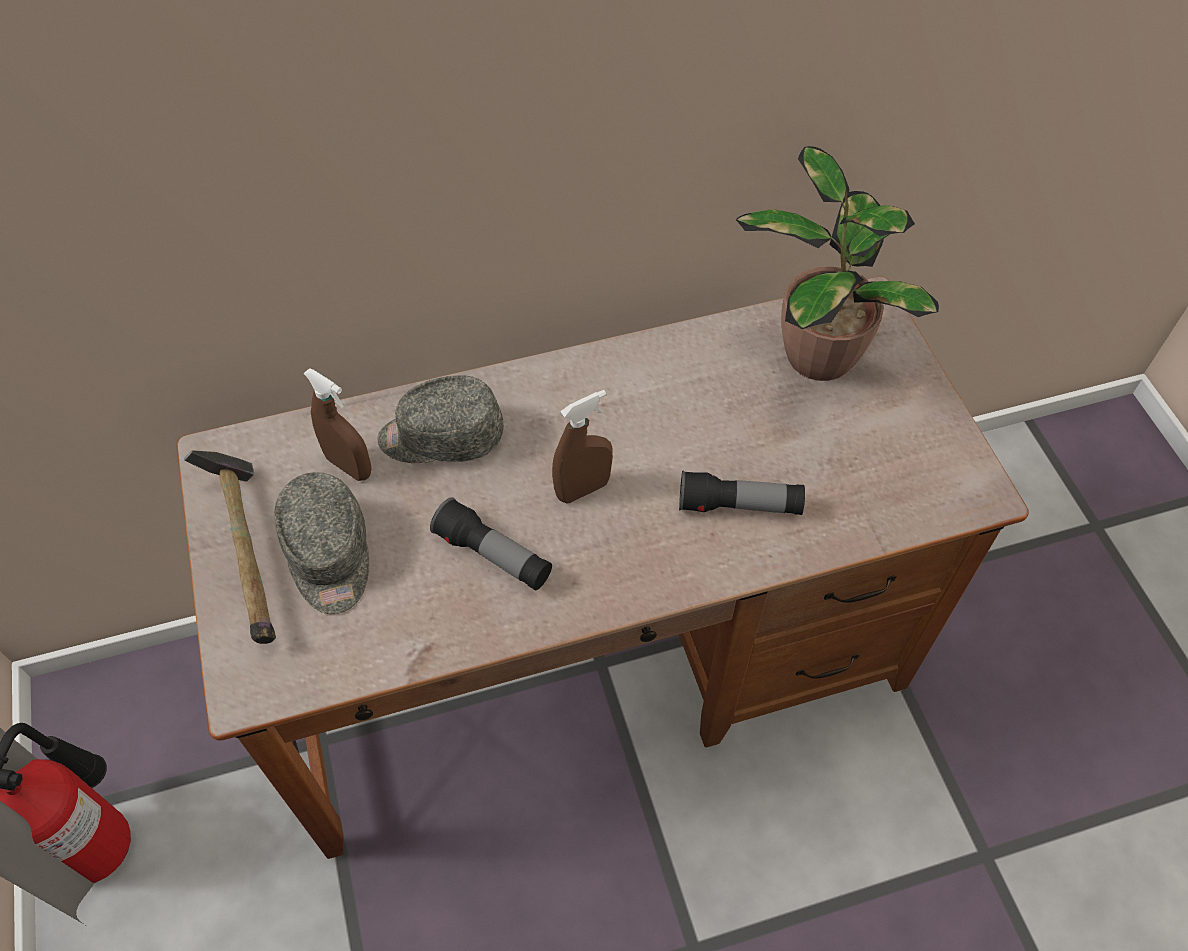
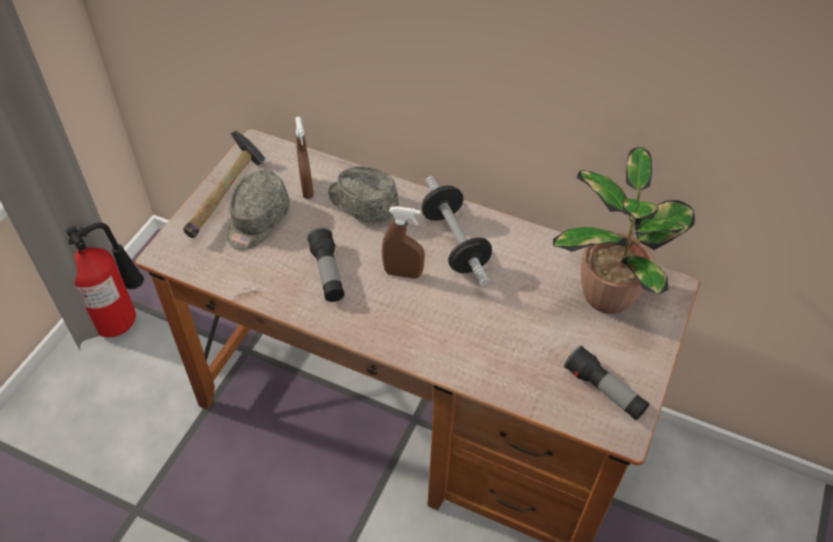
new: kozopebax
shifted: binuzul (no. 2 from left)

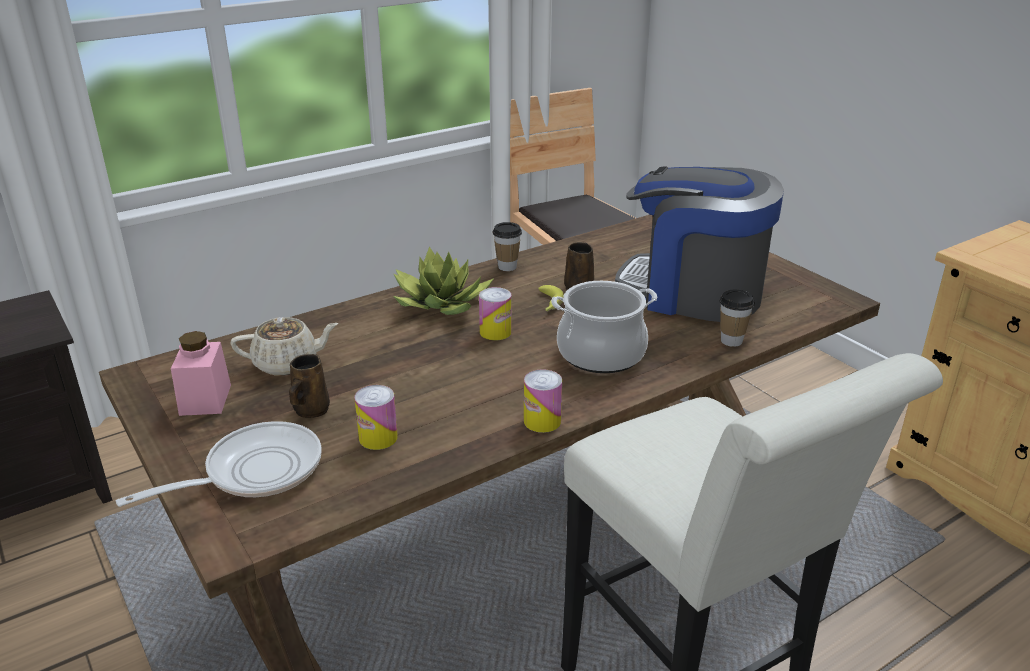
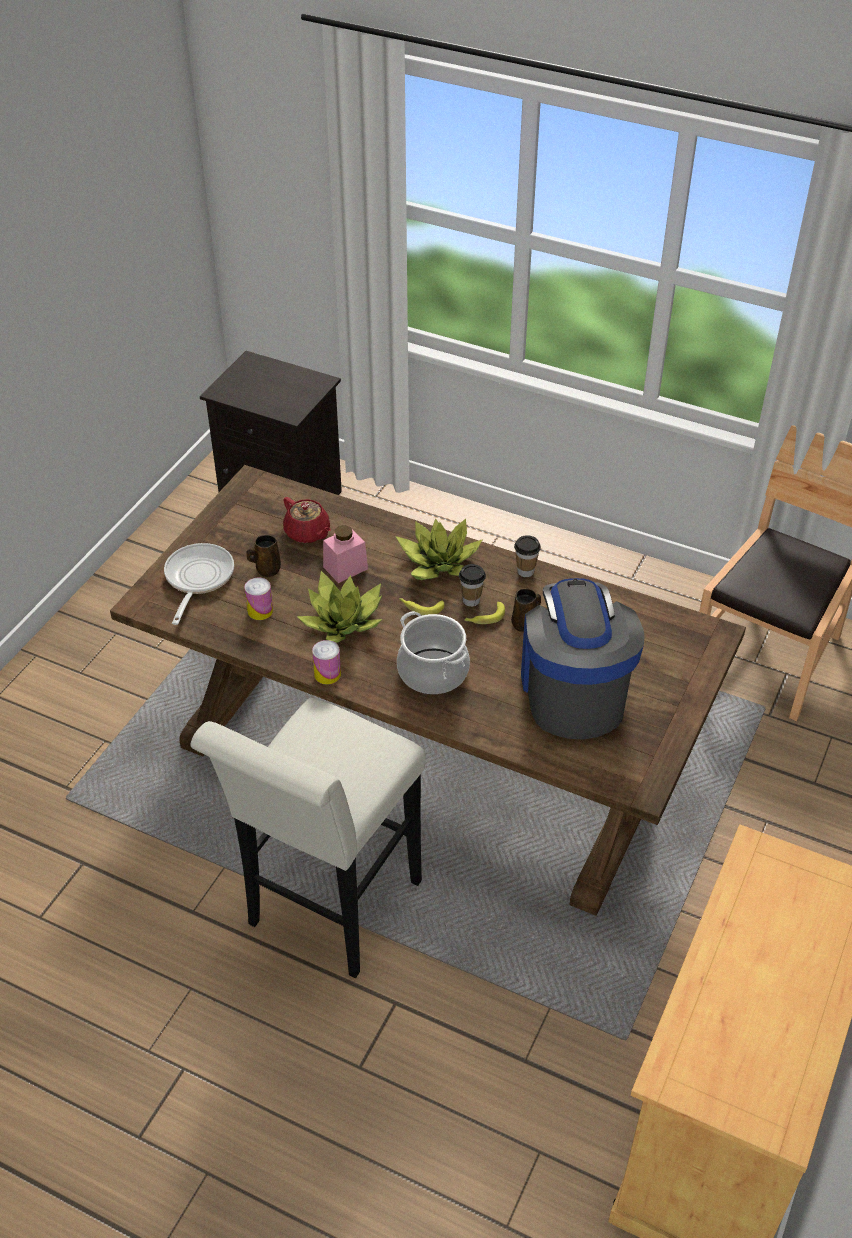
new: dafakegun (no. 1 from left)
shifted: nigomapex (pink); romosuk (no. 2 from left in the first image) to romosuk (no. 1 from left)
swapped: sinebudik (no. 2 from left) to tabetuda (no. 1 from left)
repainted: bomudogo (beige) to bomudogo (red)
rotated: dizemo 105 degrees counterclockwise

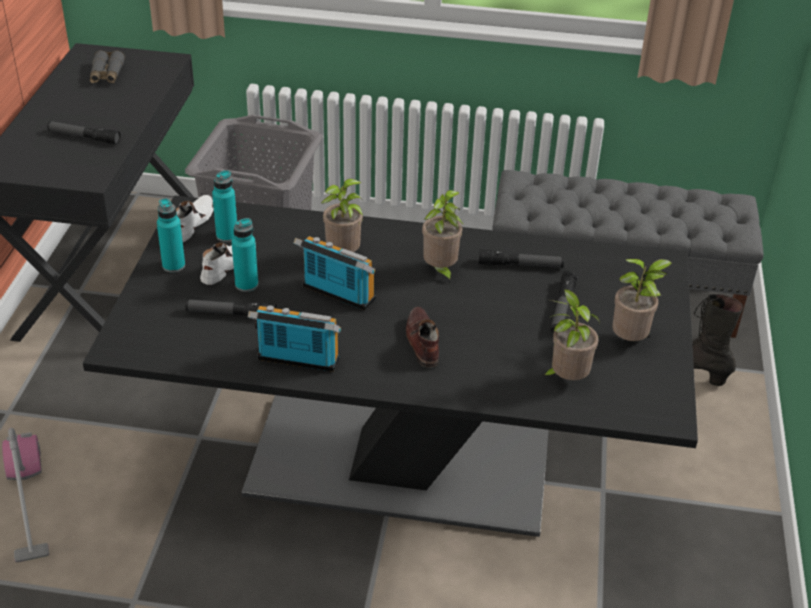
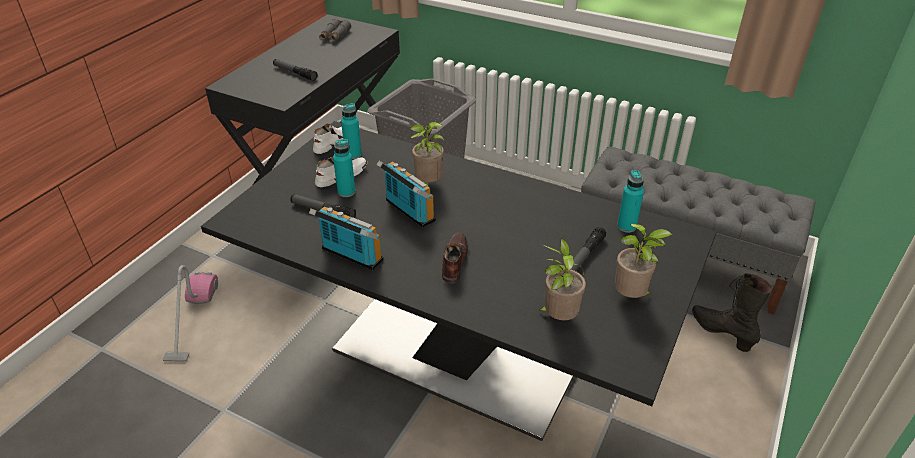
gone: dafakegun (no. 2 from left); binuzul (no. 3 from left)
shifted: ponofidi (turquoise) (no. 1 from left in the first image) to ponofidi (turquoise) (no. 3 from left)

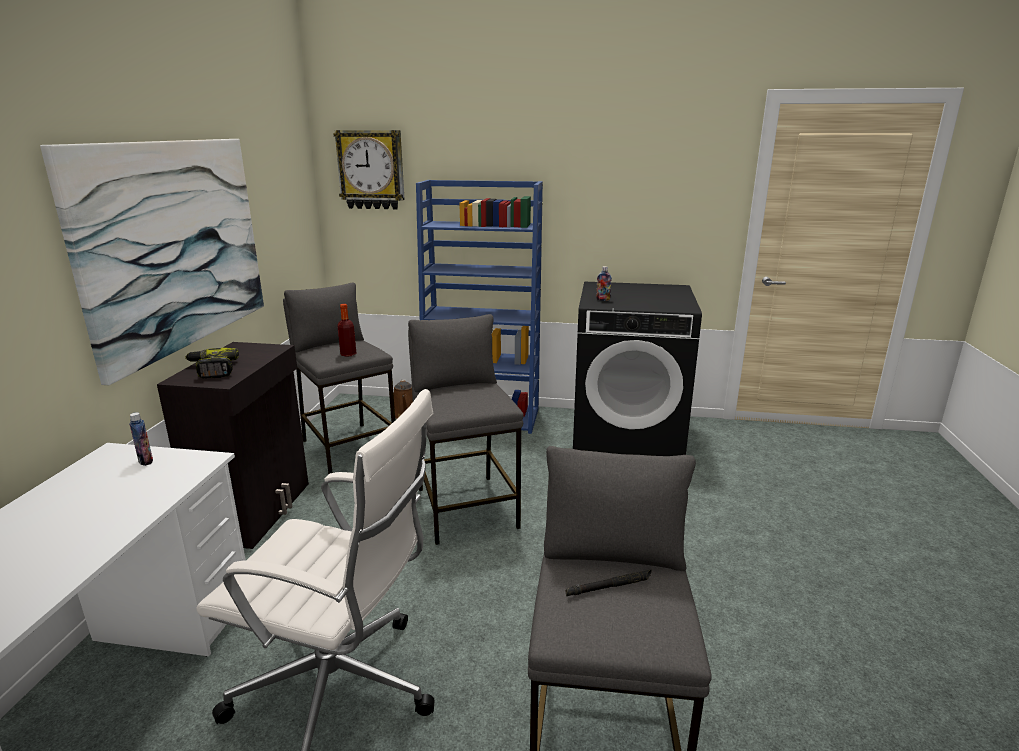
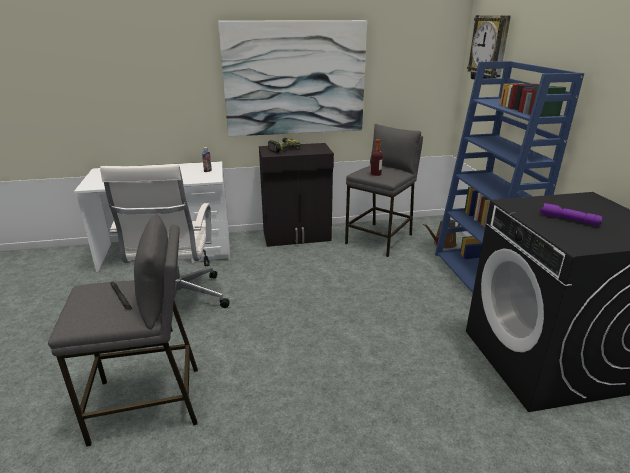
gone: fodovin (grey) (no. 2 from left); ponofidi (no. 3 from left)
new: binuzul (purple)

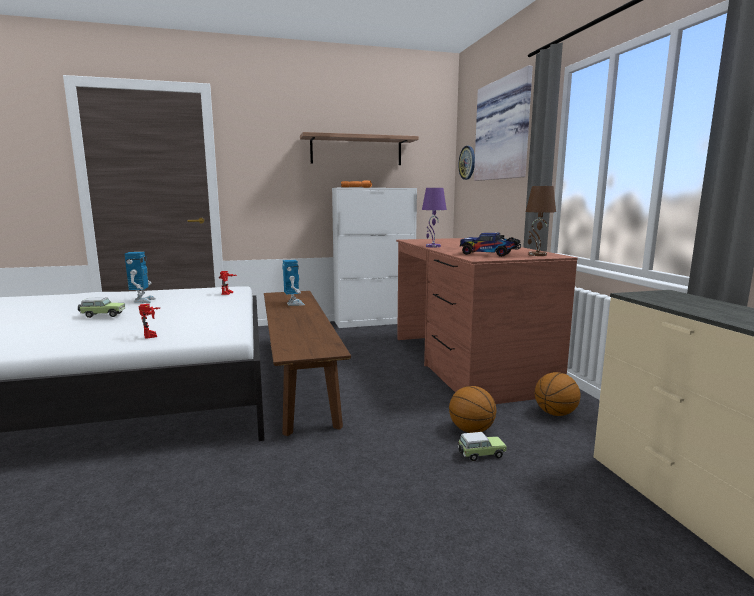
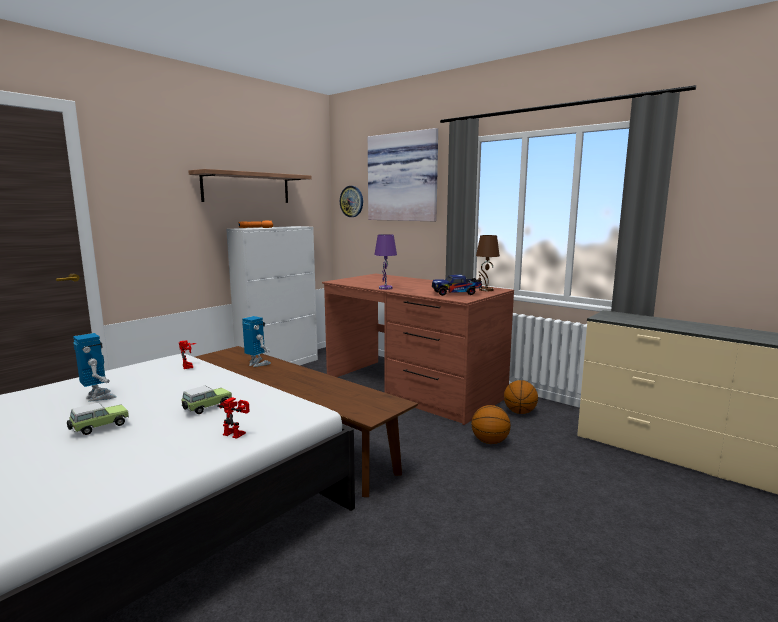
shifted: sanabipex (no. 2 from left)

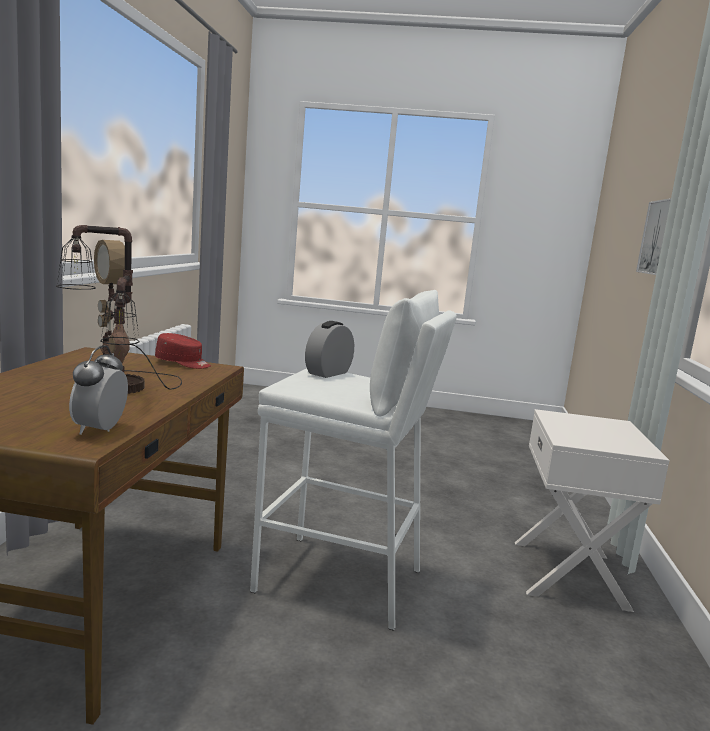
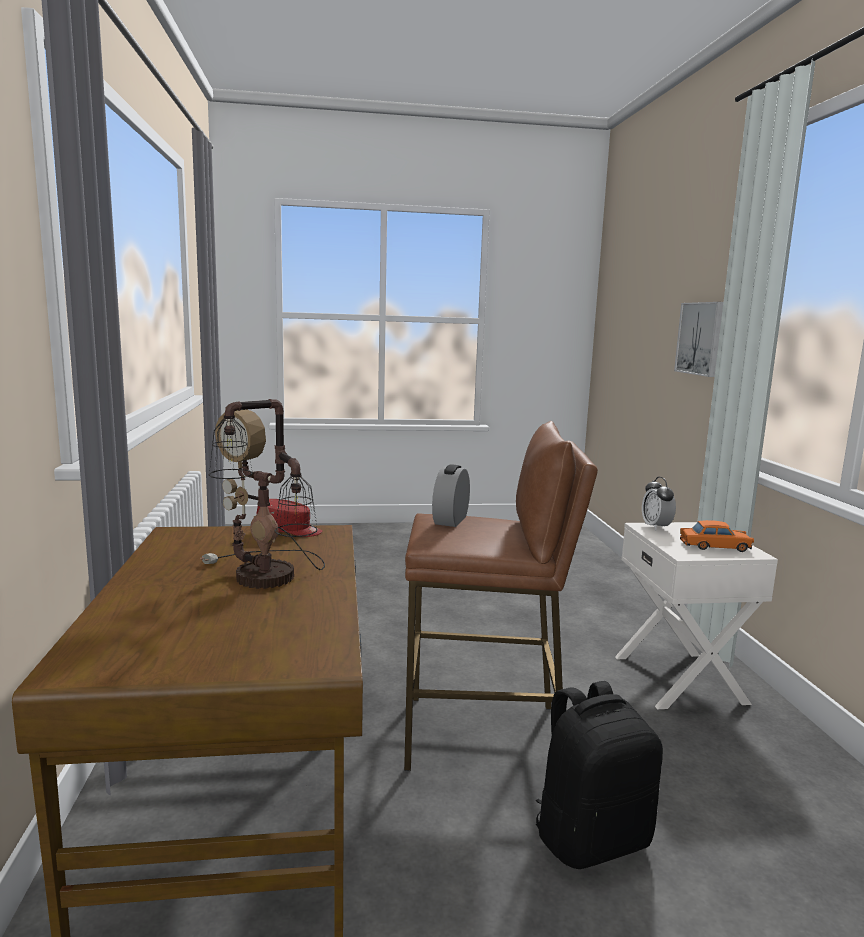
new: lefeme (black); sanabipex (orange)
shifted: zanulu (no. 1 from left in the first image) to zanulu (no. 2 from left)
repainted: fodovin (white) to fodovin (brown)

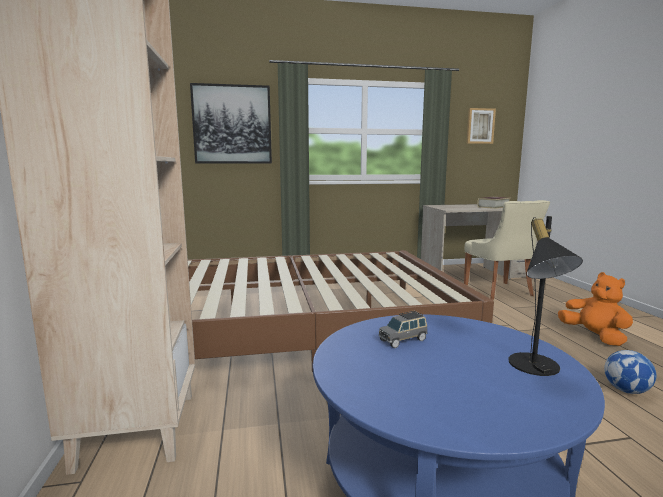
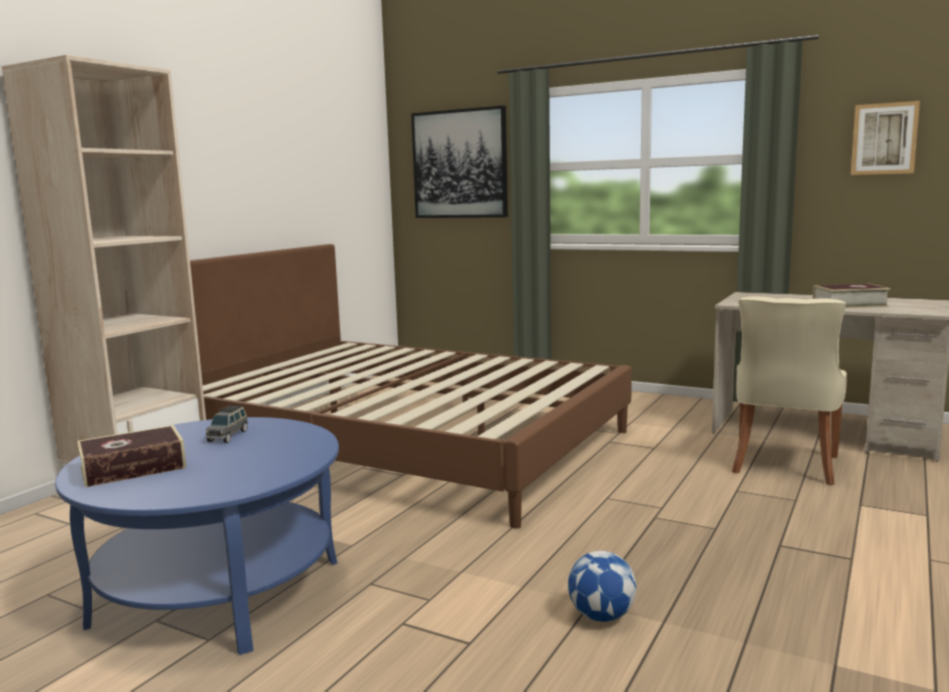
gone: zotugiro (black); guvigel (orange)
new: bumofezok (no. 1 from left)
rotated: sanabipex (grey) 90 degrees counterclockwise

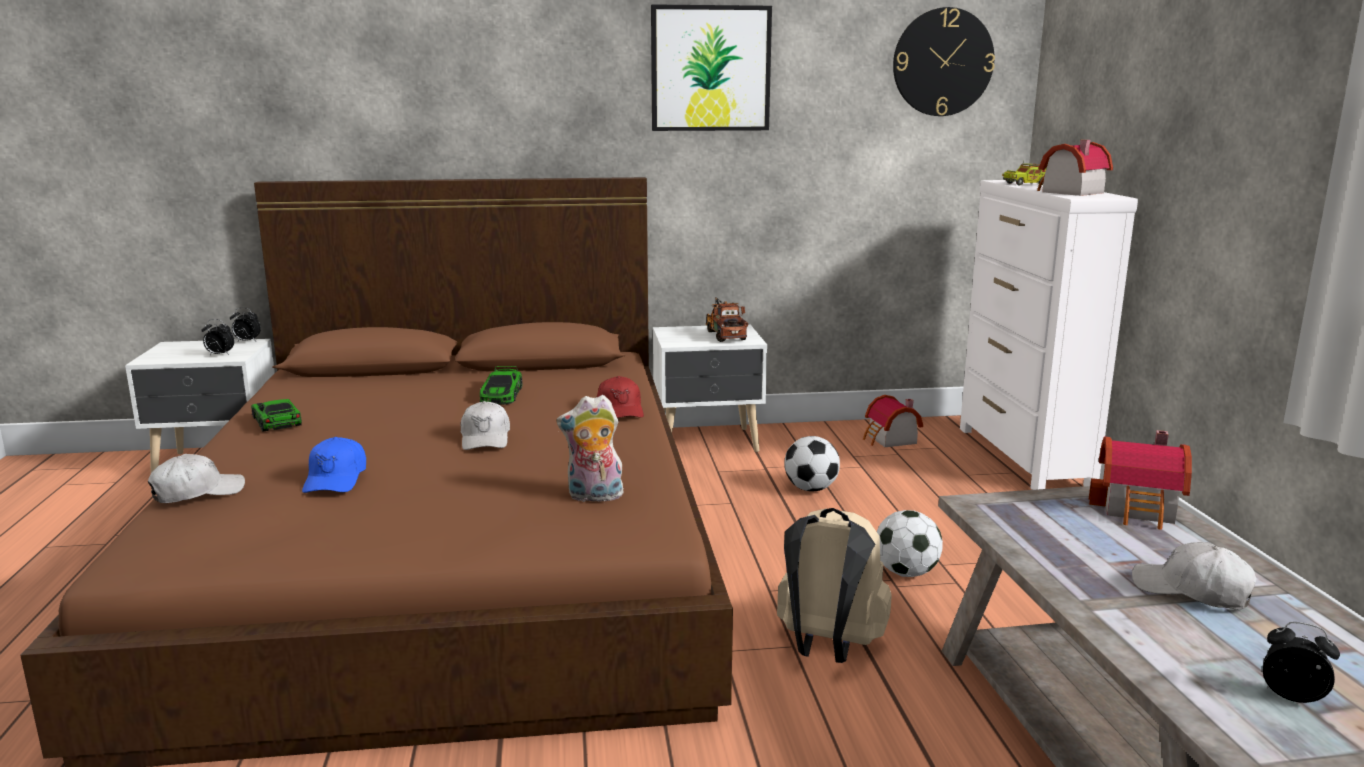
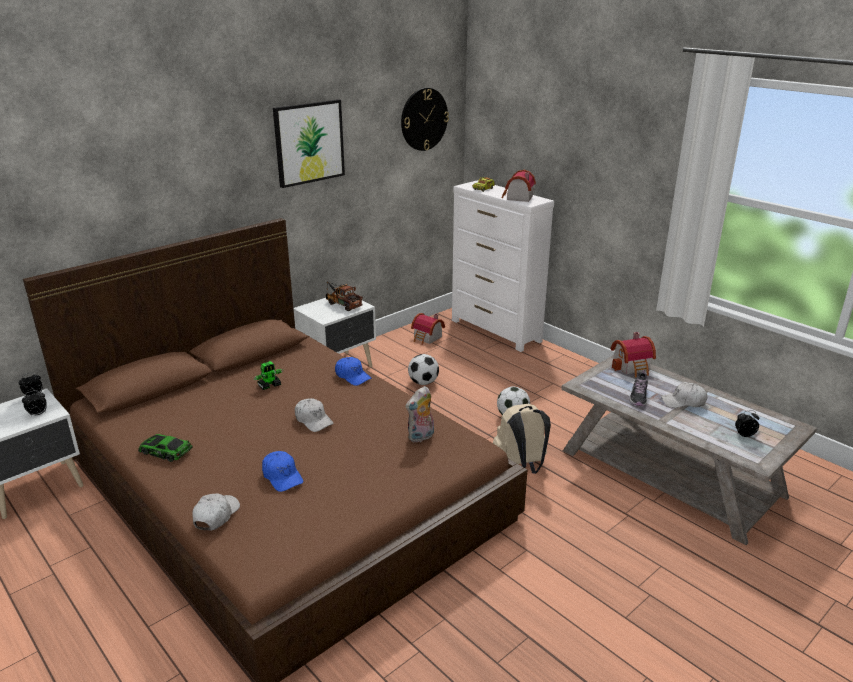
new: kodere
swapped: sanabipex (no. 2 from left) to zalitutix
repainted: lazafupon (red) to lazafupon (blue) (no. 2 from left)

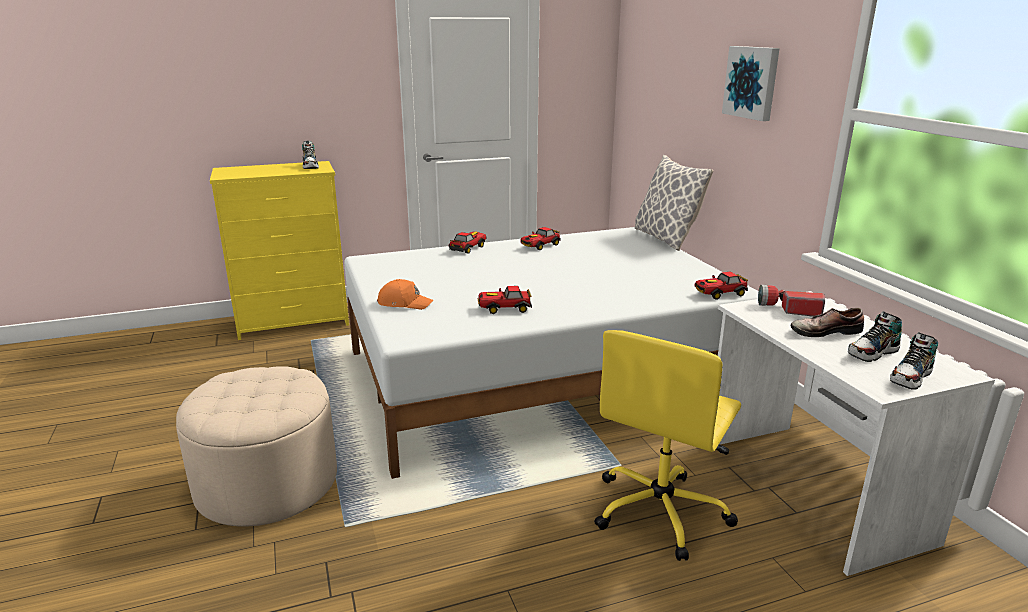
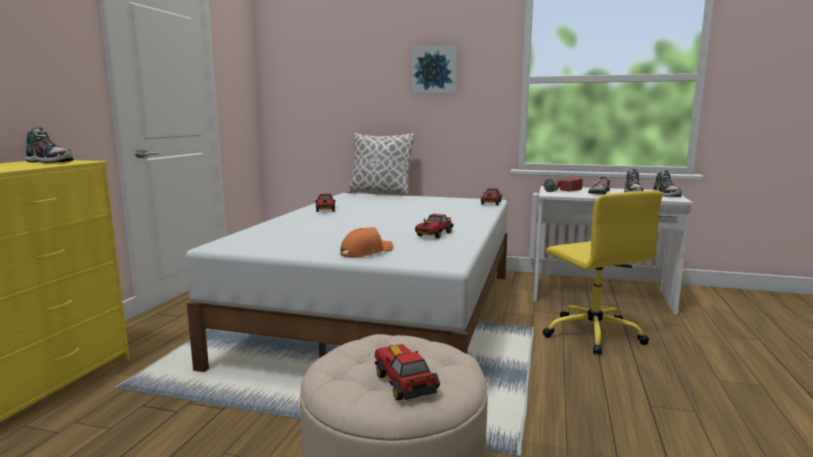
shifted: sanabipex (no. 1 from left in the first image) to sanabipex (no. 2 from left)

